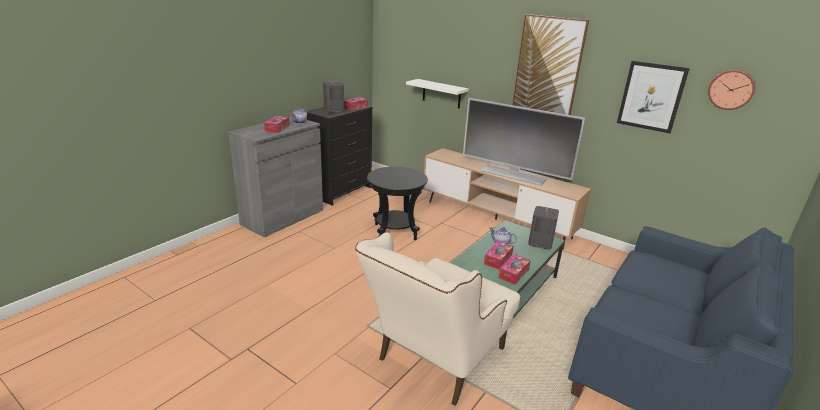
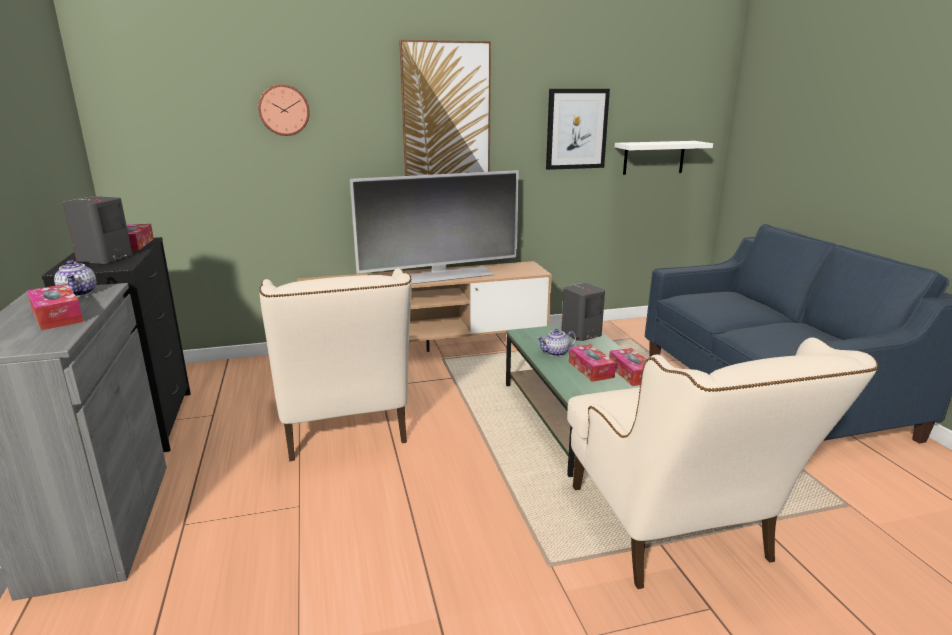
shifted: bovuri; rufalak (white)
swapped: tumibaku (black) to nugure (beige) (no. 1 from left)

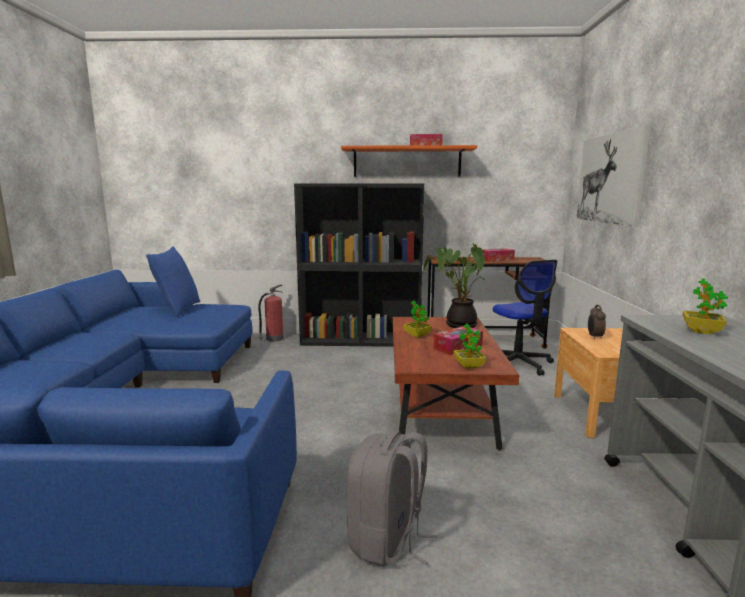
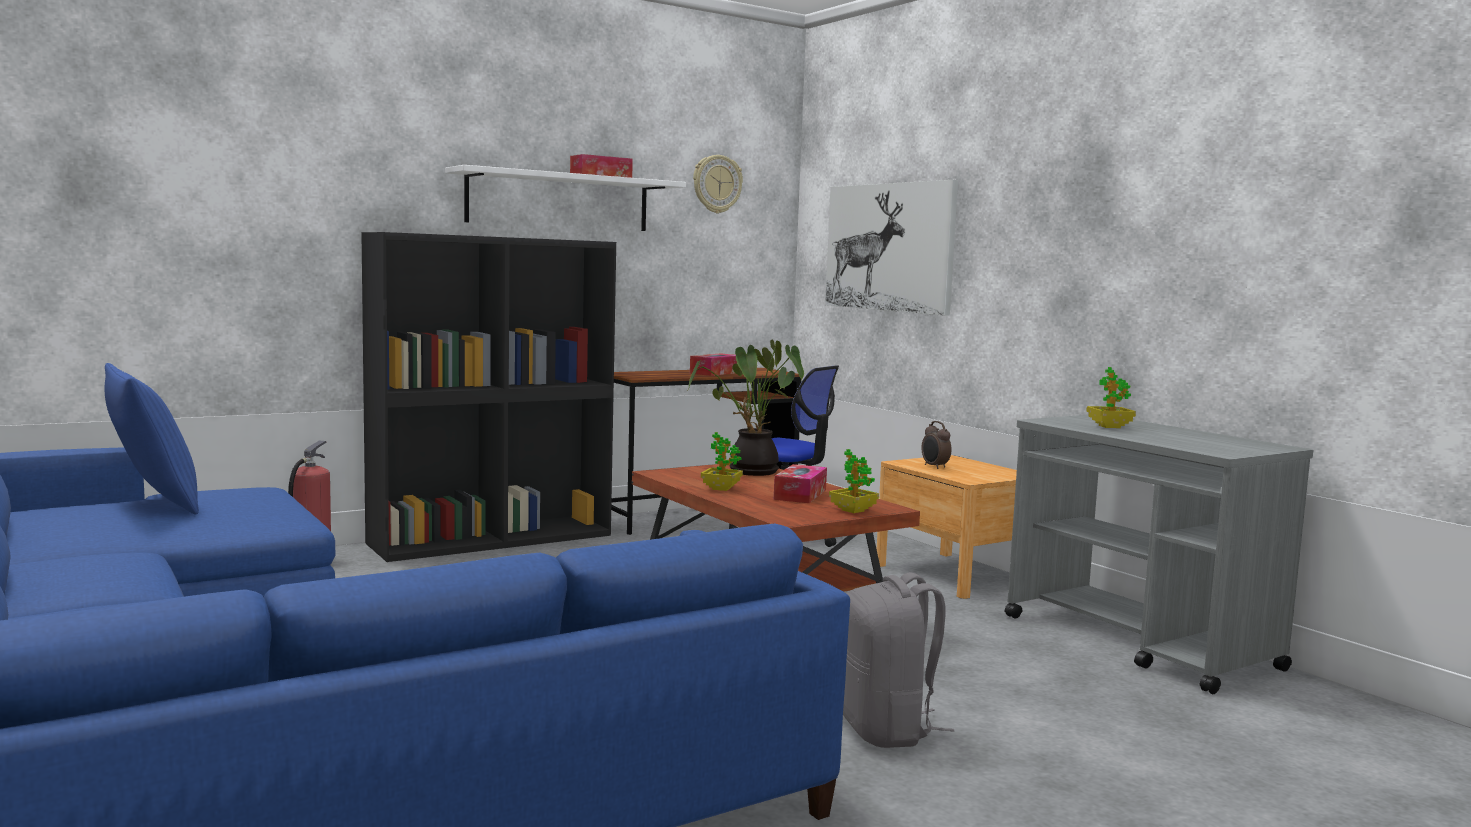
new: bovuri
repainted: rufalak (orange) to rufalak (white)

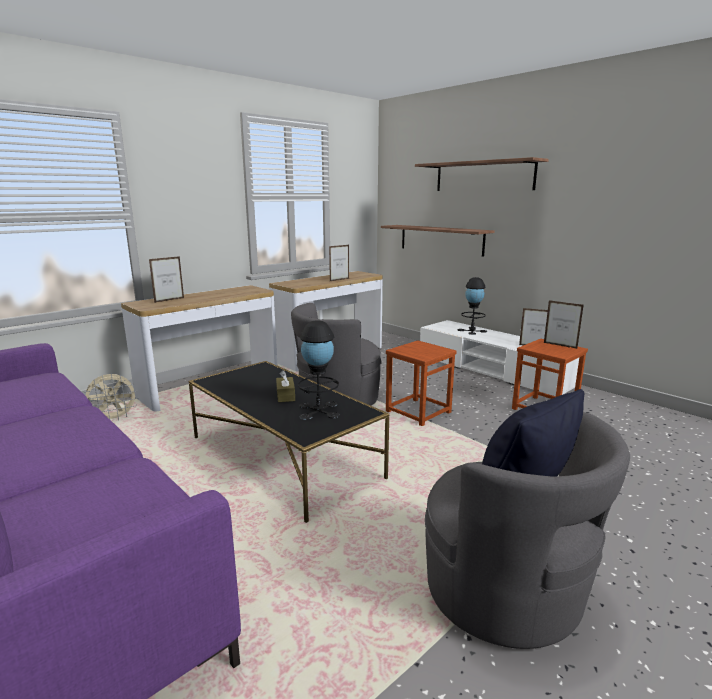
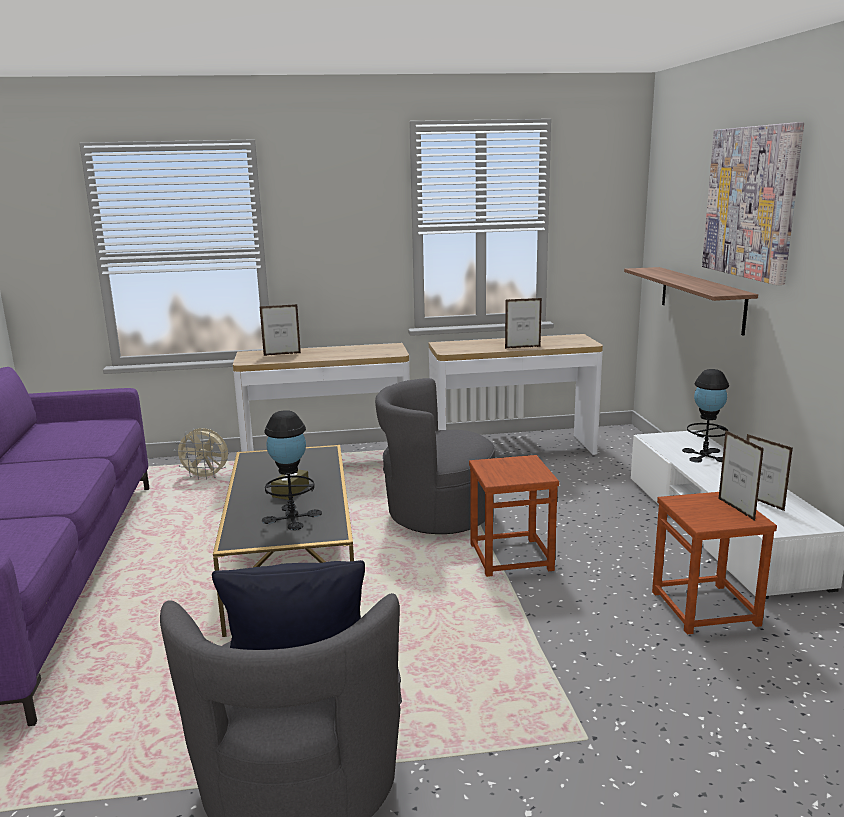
swapped: rufalak (no. 2 from left) to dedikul

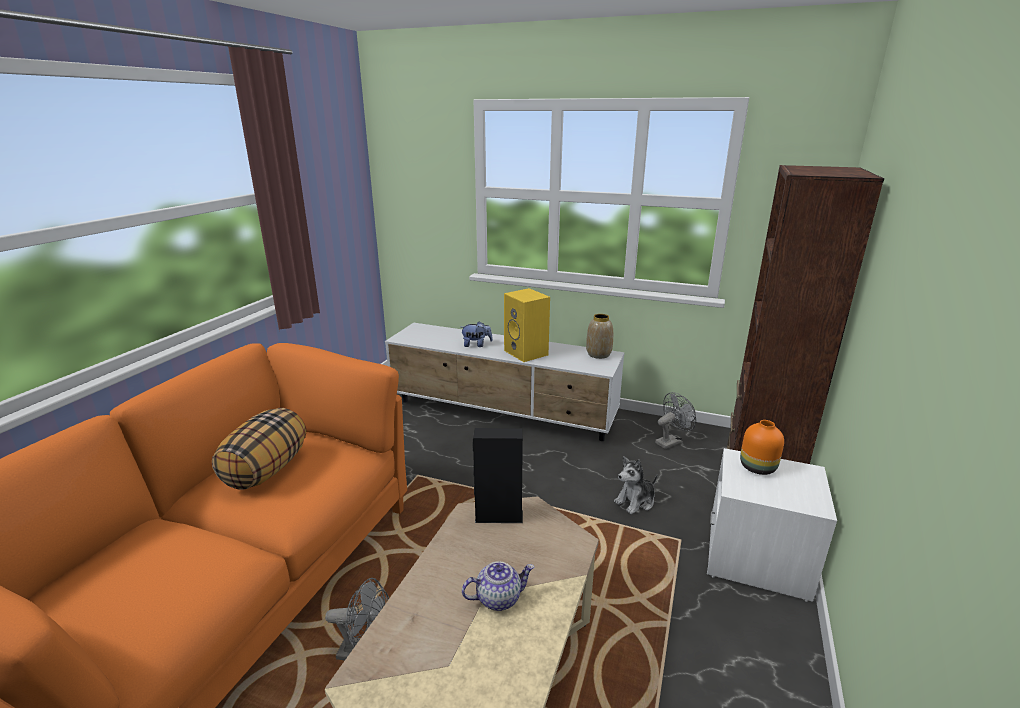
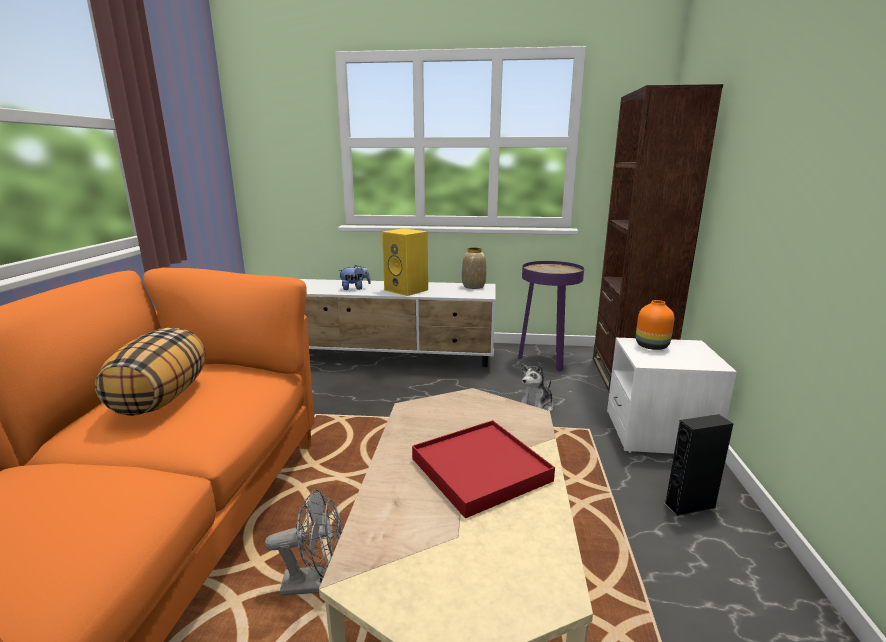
shifted: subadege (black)
swapped: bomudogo to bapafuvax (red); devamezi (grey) (no. 2 from left) to tumibaku (purple)

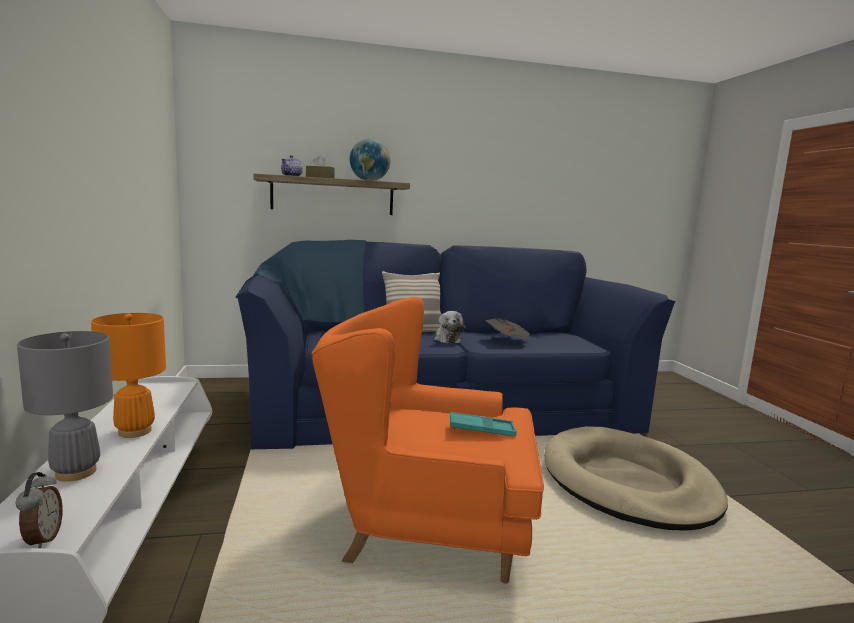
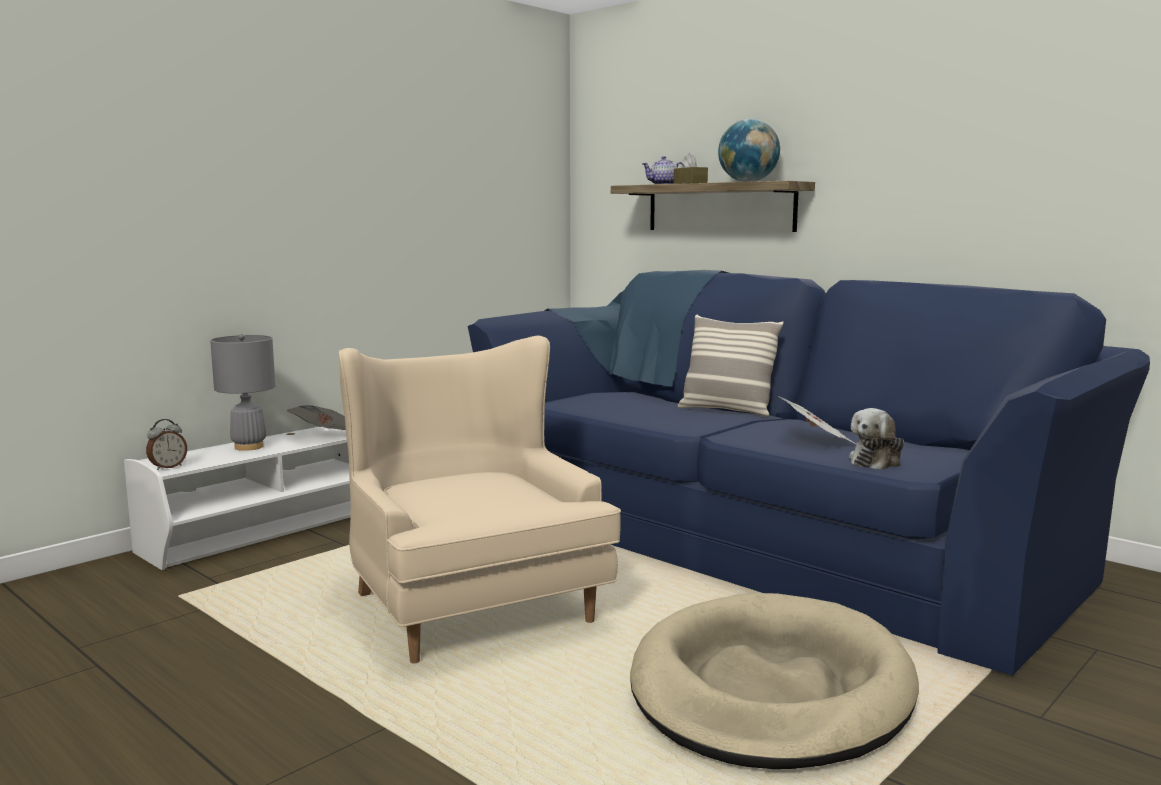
gone: bapafuvax (turquoise)
shifted: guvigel
swapped: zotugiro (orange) to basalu (no. 1 from left)
repainted: nugure (orange) to nugure (beige)

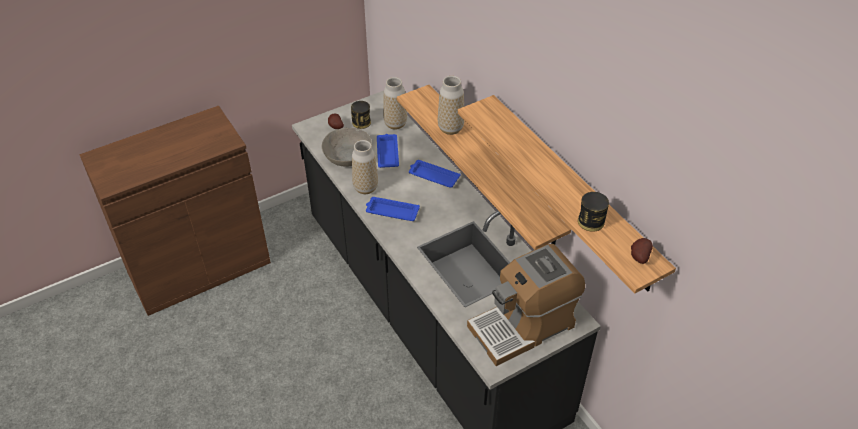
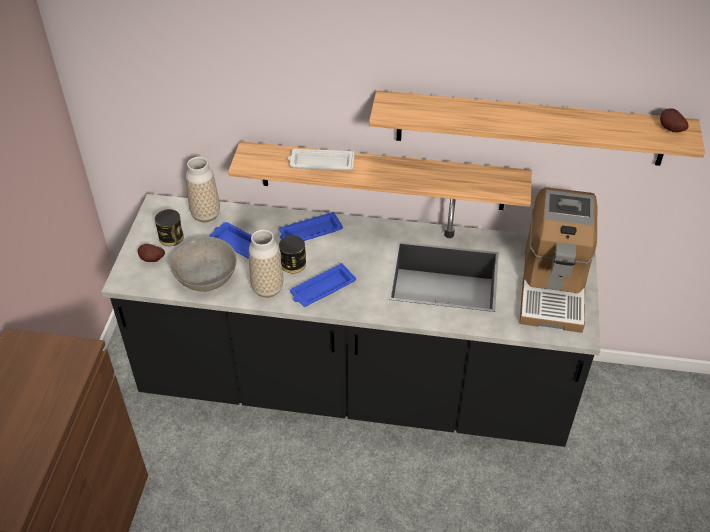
shifted: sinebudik (no. 2 from left)
swapped: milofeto (no. 3 from left) to bapafuvax (white)

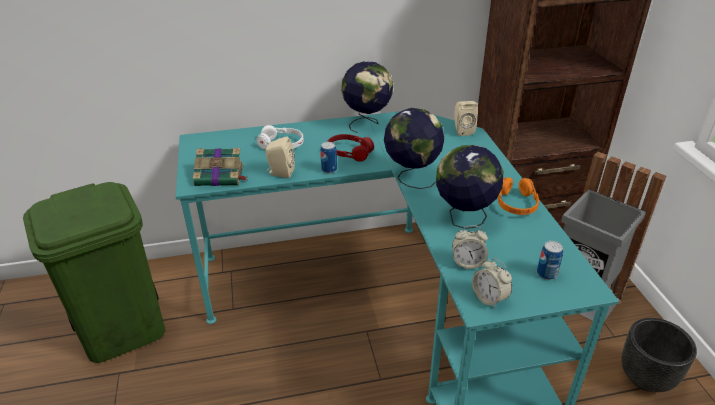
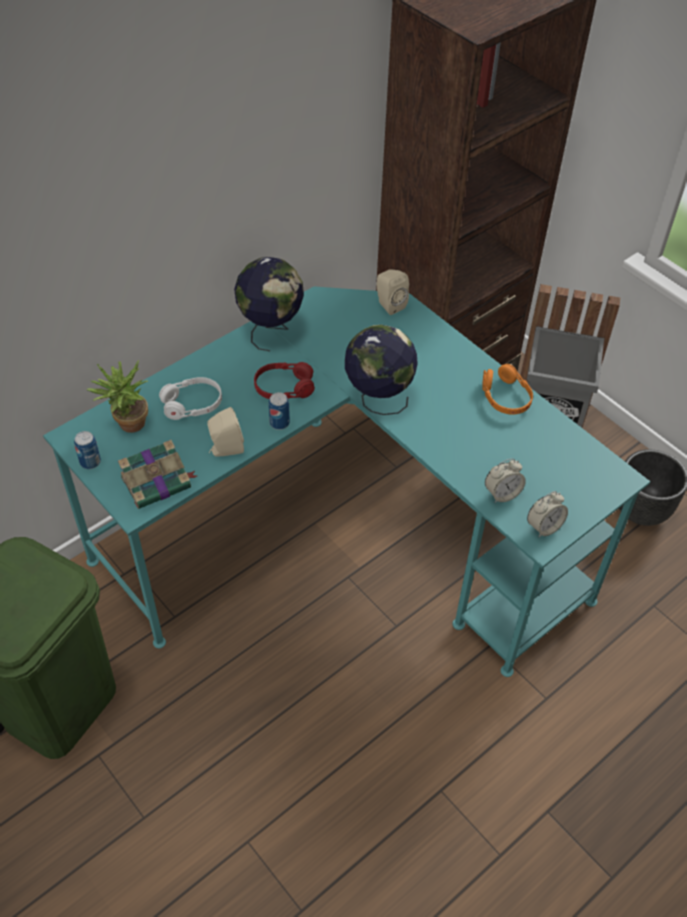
gone: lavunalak (no. 3 from left)
new: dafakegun
shifted: sinebudik (no. 2 from left in the first image) to sinebudik (no. 1 from left)
rotated: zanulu (no. 2 from left) 60 degrees counterclockwise

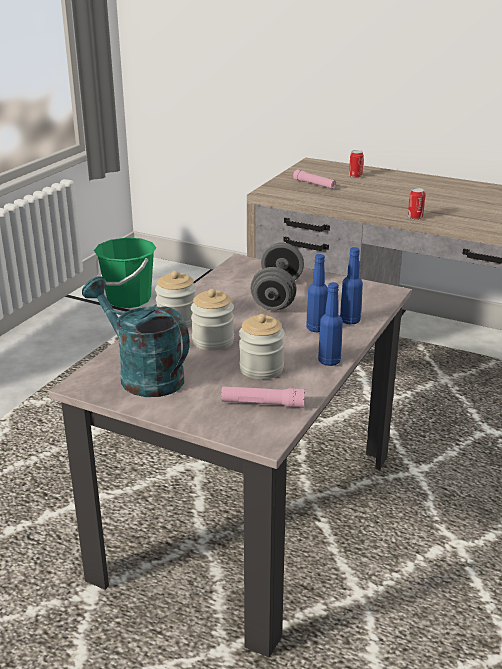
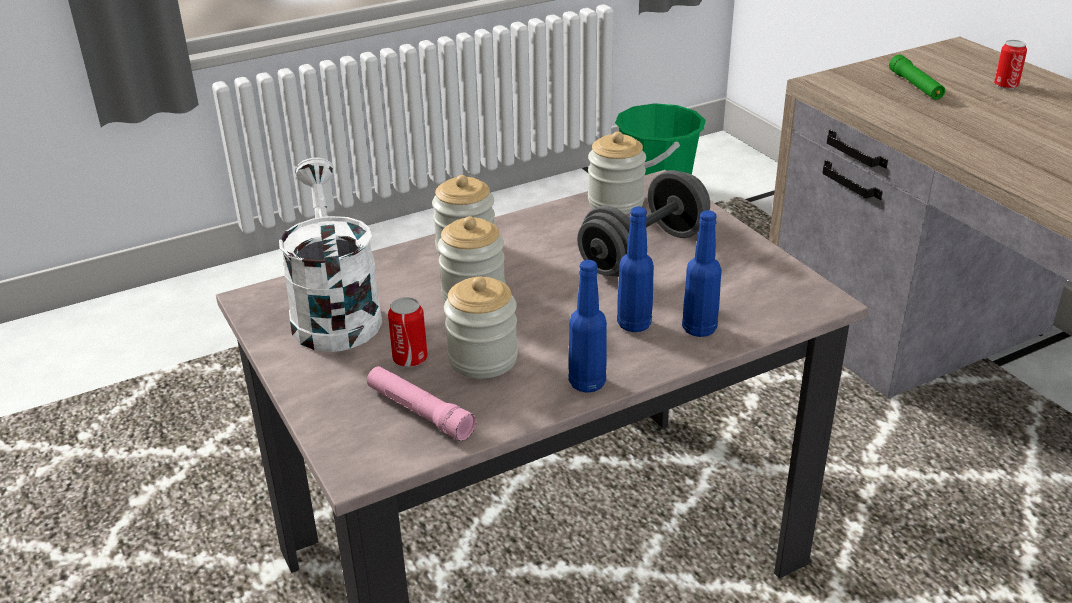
new: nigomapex (no. 4 from left)
shifted: sinebudik (no. 2 from left in the first image) to sinebudik (no. 1 from left)
repainted: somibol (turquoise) to somibol (white); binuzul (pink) (no. 2 from left) to binuzul (green)

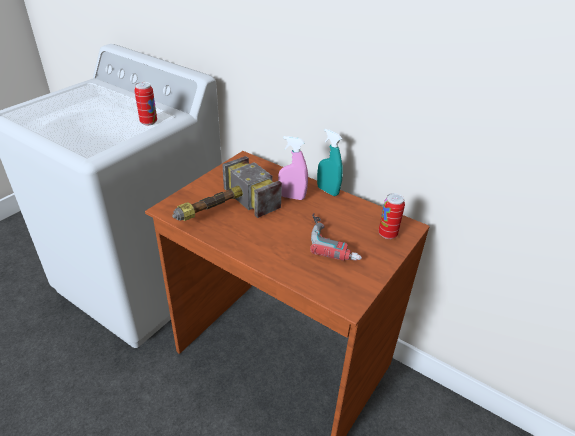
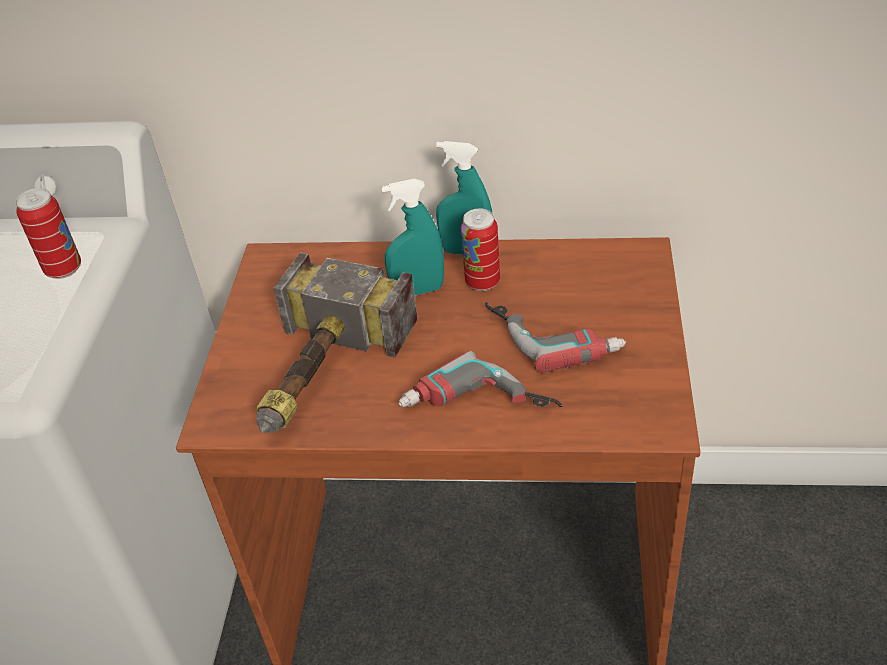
new: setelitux (no. 1 from left)
shifted: sinebudik (no. 2 from left)
repainted: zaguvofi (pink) to zaguvofi (turquoise) (no. 1 from left)

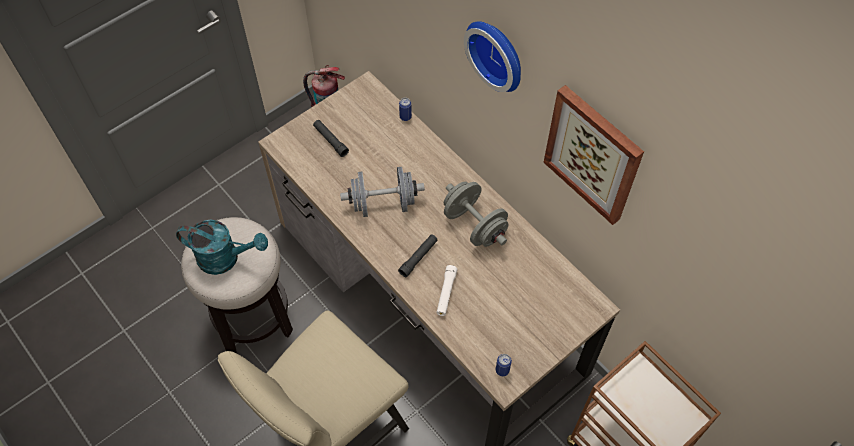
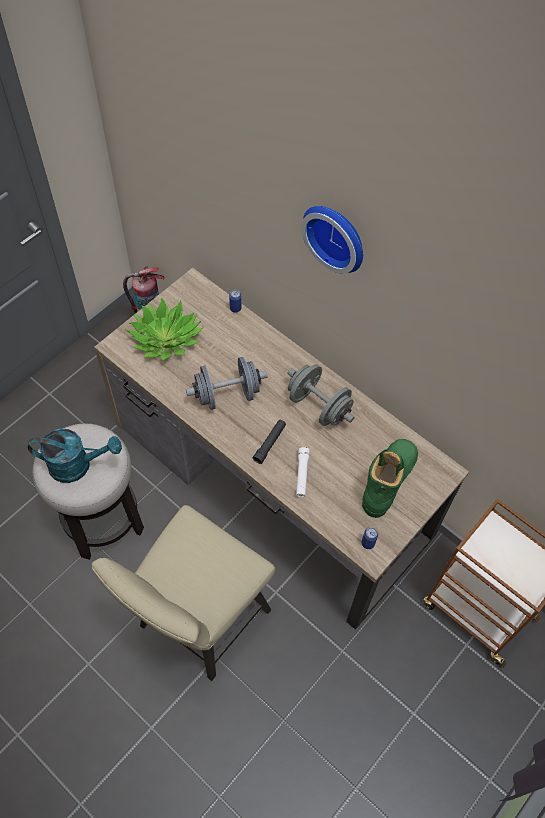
gone: dedikul
new: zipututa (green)
swapped: binuzul (black) (no. 1 from left) to dafakegun

